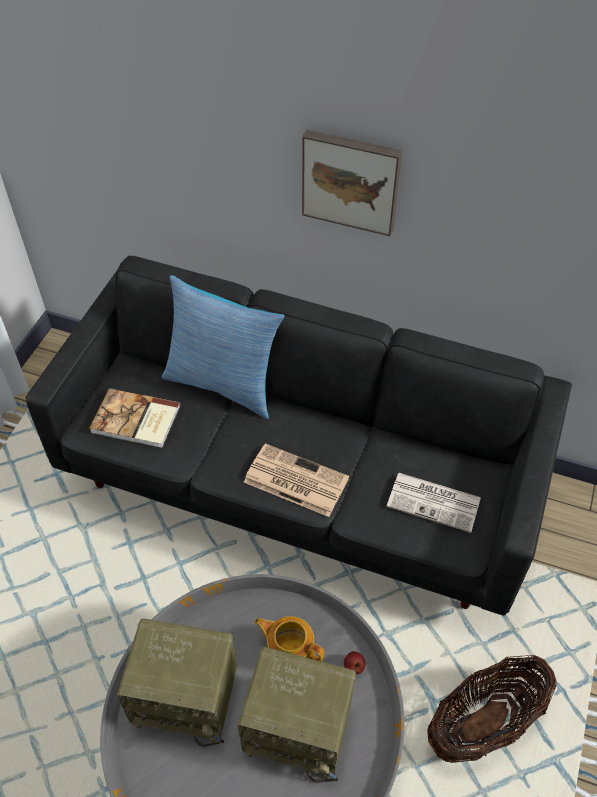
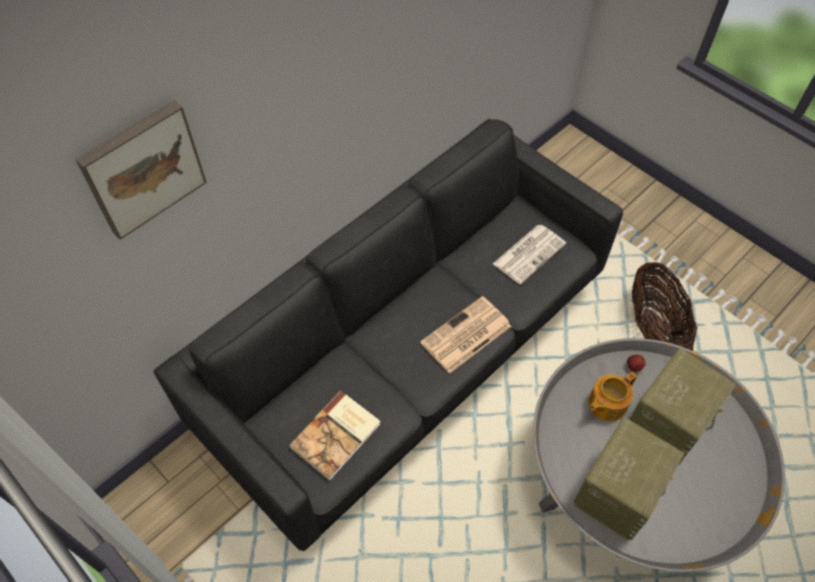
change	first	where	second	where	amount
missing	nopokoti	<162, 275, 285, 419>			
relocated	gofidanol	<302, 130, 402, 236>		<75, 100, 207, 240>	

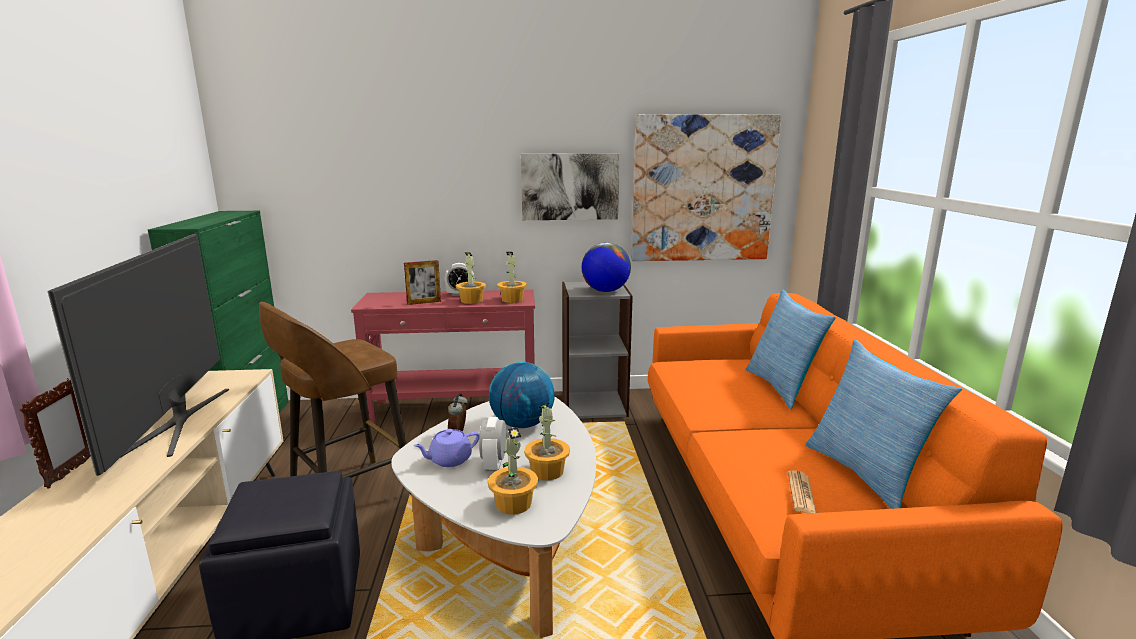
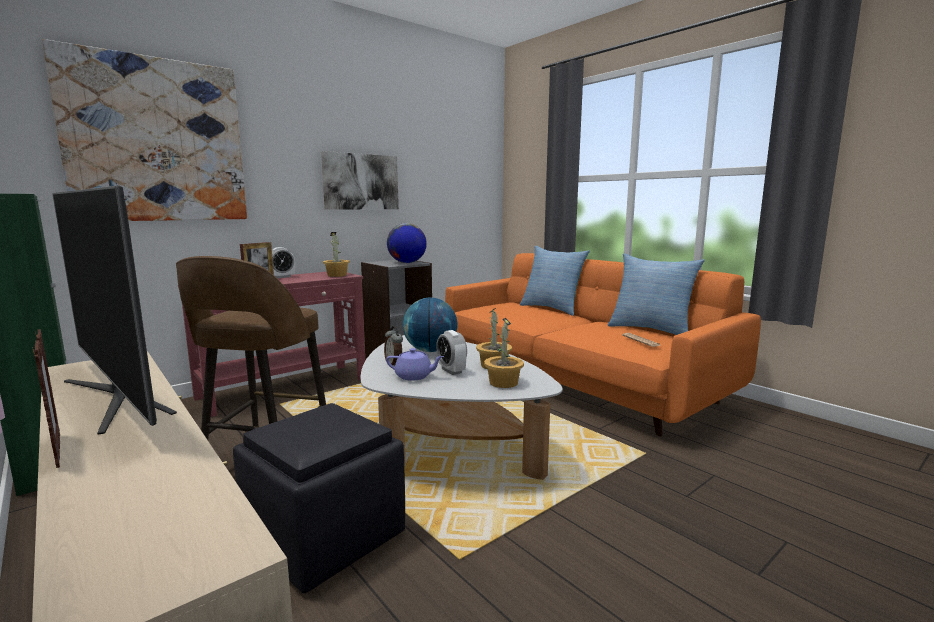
change	first	where	second	where	amount
missing	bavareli	<456, 252, 486, 304>			
relocated	gofidanol	<631, 114, 781, 261>		<42, 39, 247, 221>	
spun	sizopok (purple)	<413, 429, 480, 467>		<386, 348, 444, 381>	105 degrees counterclockwise

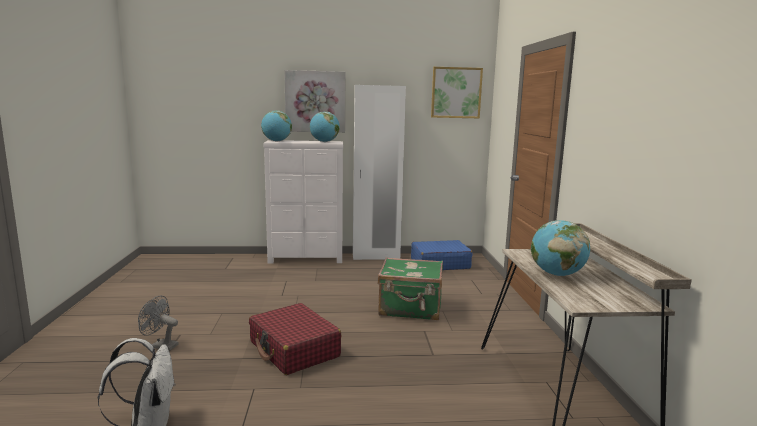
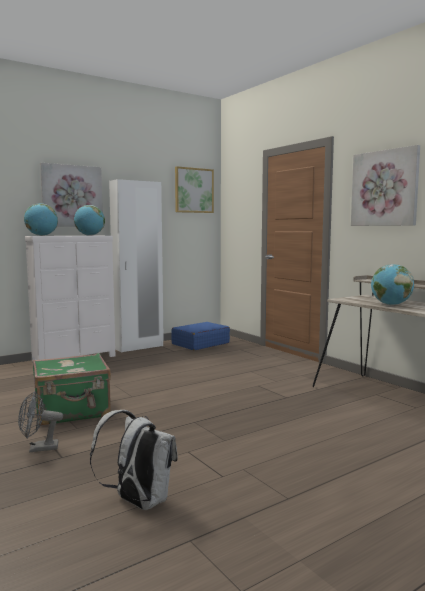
change	first	where	second	where	amount
missing	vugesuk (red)	<249, 303, 342, 375>			
appeared			gofidanol	<351, 145, 420, 226>	
relocated	vugesuk (green)	<378, 257, 443, 320>		<33, 353, 111, 426>	

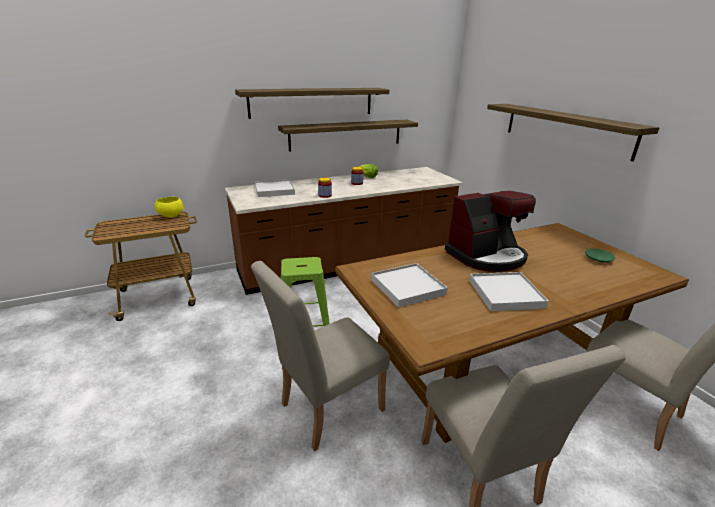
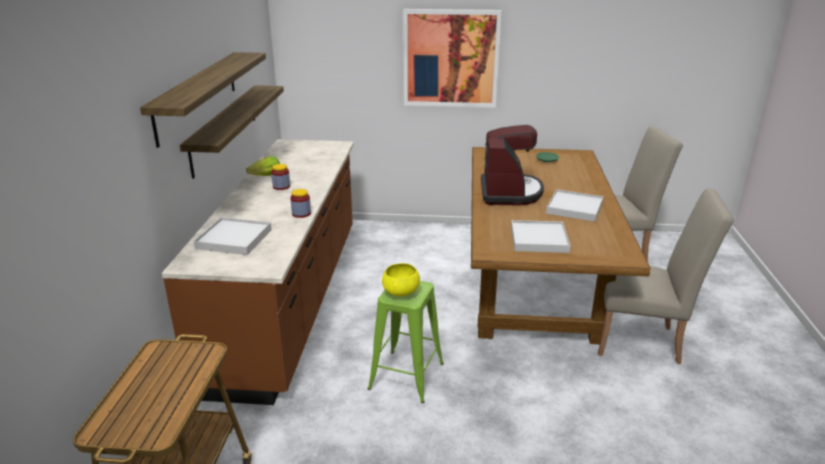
change	first	where	second	where	amount
missing	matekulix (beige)	<251, 261, 390, 451>			
relocated	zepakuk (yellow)	<154, 197, 184, 217>		<382, 263, 420, 297>	
exchanged	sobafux	<487, 104, 659, 161>	gofidanol	<403, 9, 502, 108>	

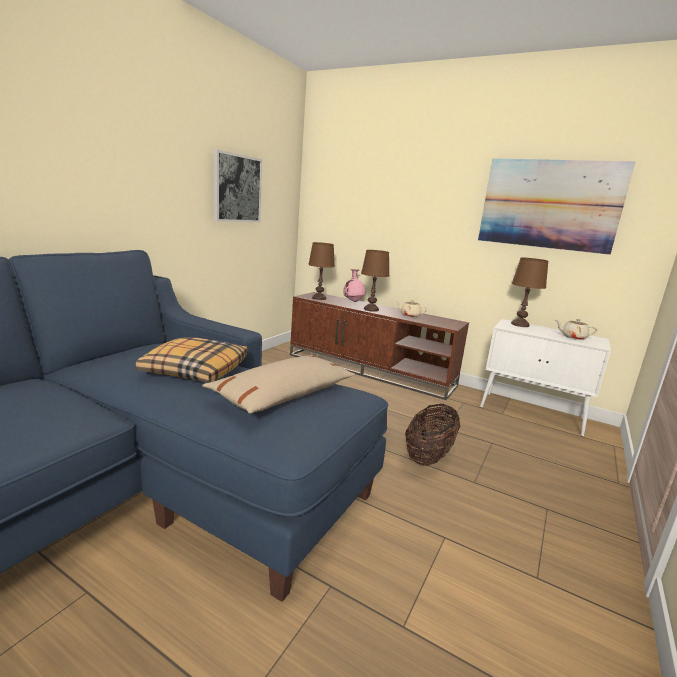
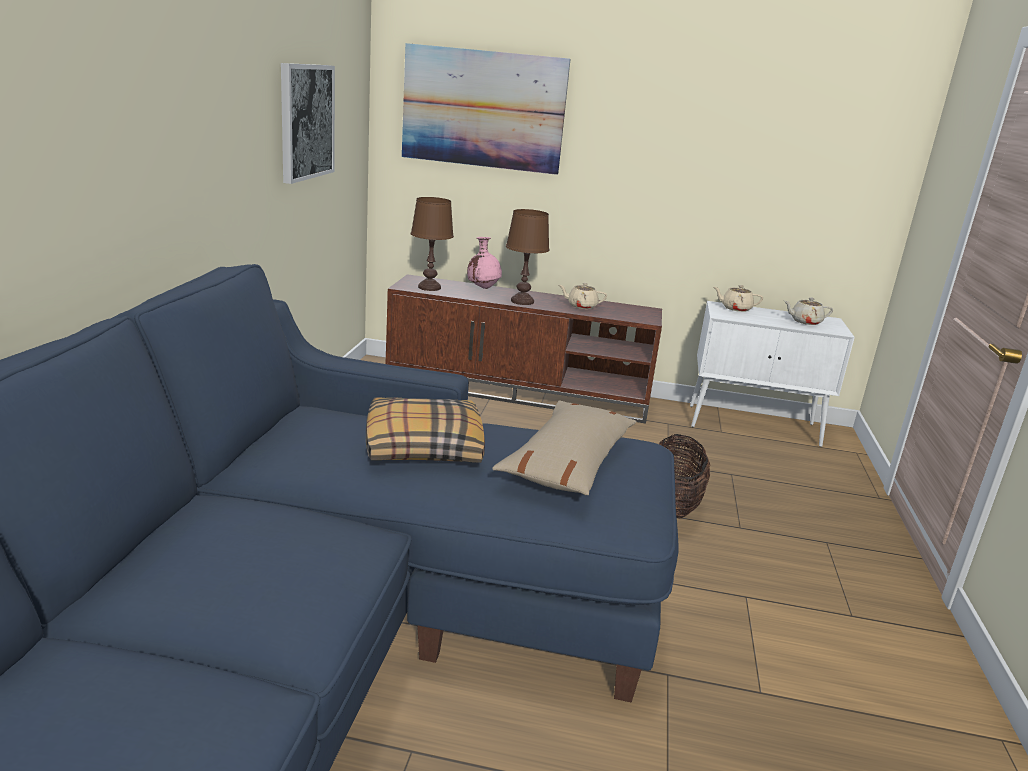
change	first	where	second	where	amount
relocated	gofidanol	<478, 158, 635, 255>		<402, 43, 571, 175>	
exchanged	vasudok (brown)	<511, 257, 549, 327>	sizopok (beige)	<714, 285, 763, 312>	

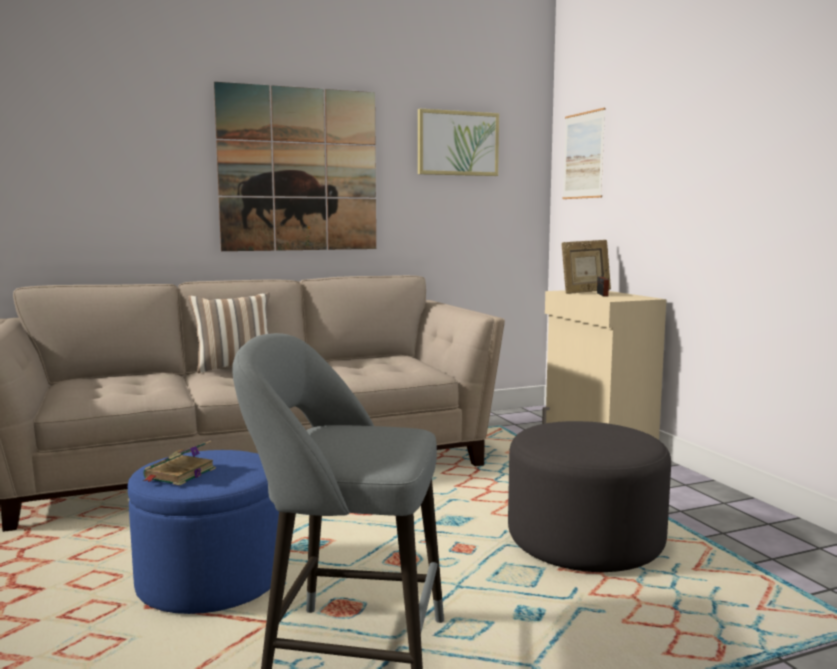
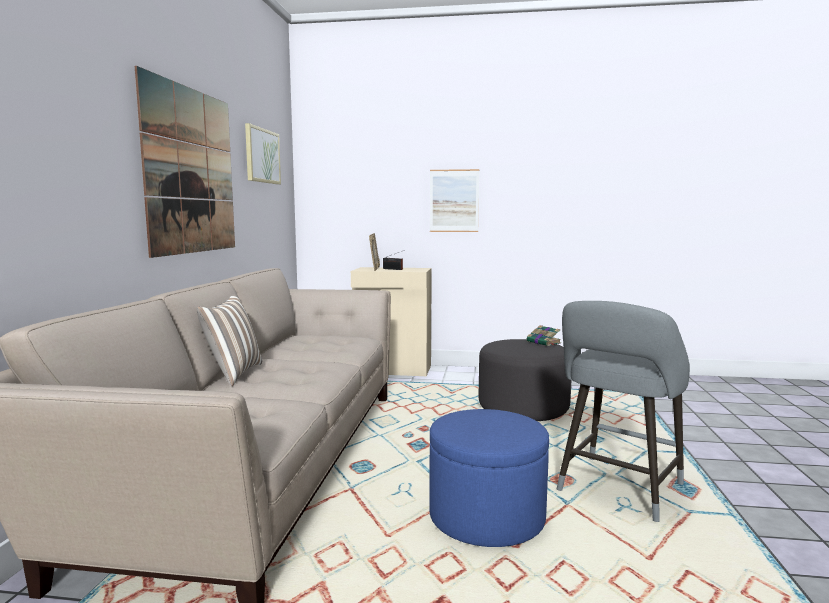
change	first	where	second	where	amount
relocated	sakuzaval	<143, 440, 216, 486>		<527, 325, 561, 346>	
relocated	gofidanol	<563, 108, 606, 199>		<430, 169, 479, 232>	

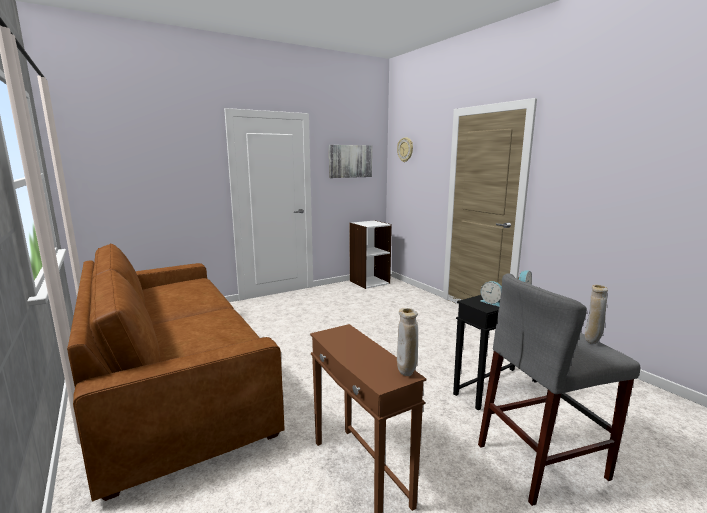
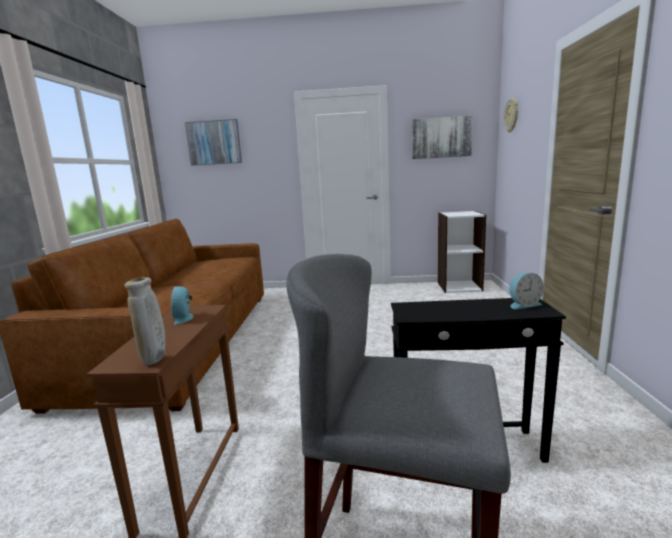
change	first	where	second	where	amount
missing	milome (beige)	<585, 285, 608, 344>			
appeared			gofidanol	<185, 119, 242, 166>	
relocated	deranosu	<480, 281, 502, 306>		<171, 286, 194, 325>	

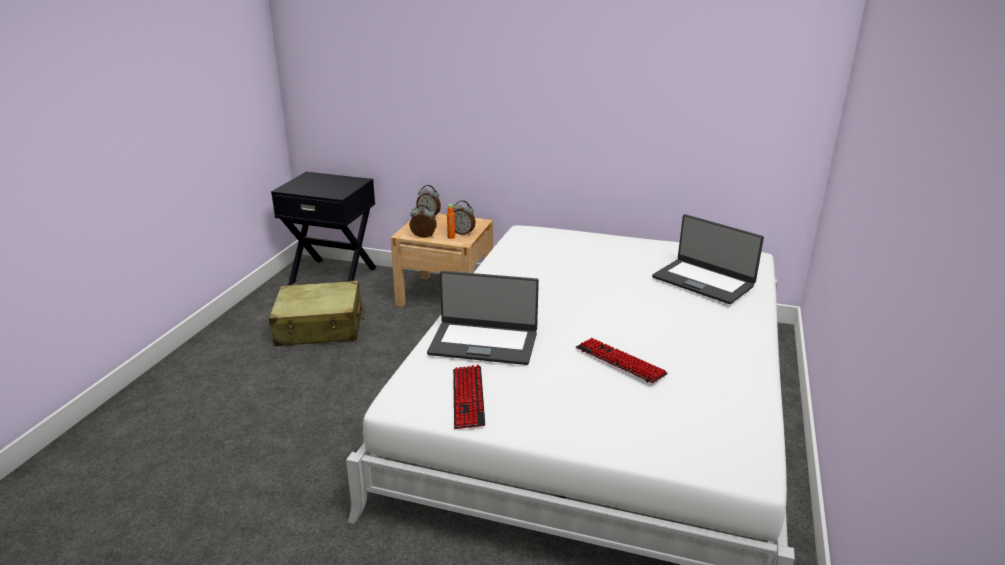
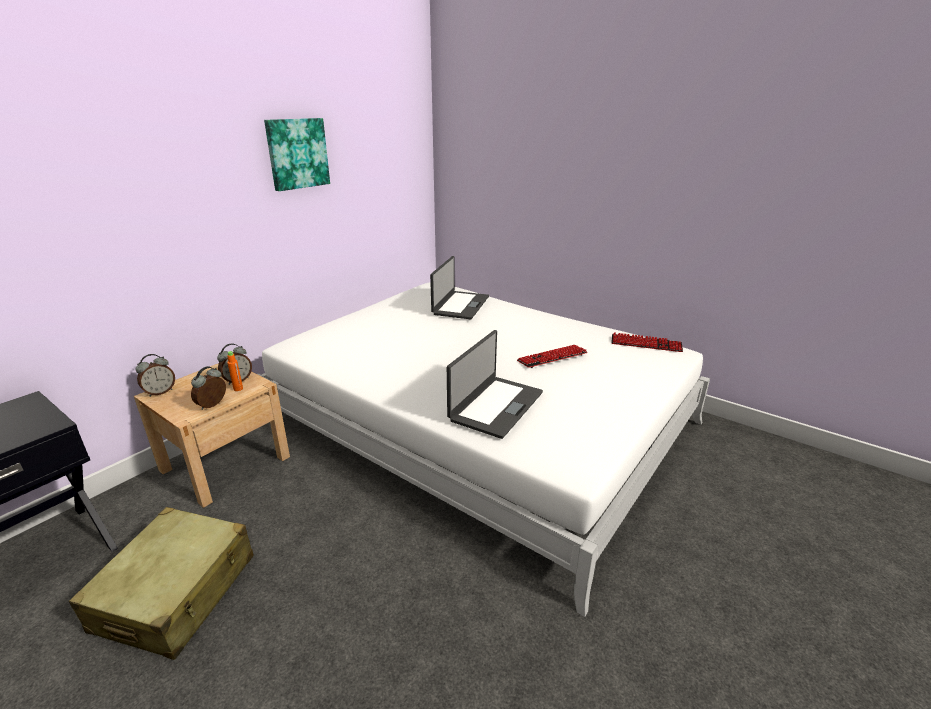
change	first	where	second	where	amount
appeared			gofidanol	<264, 118, 330, 191>	
relocated	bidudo	<453, 365, 485, 429>		<611, 332, 683, 352>	
spun	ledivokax	<652, 214, 764, 304>		<430, 256, 489, 319>	45 degrees counterclockwise

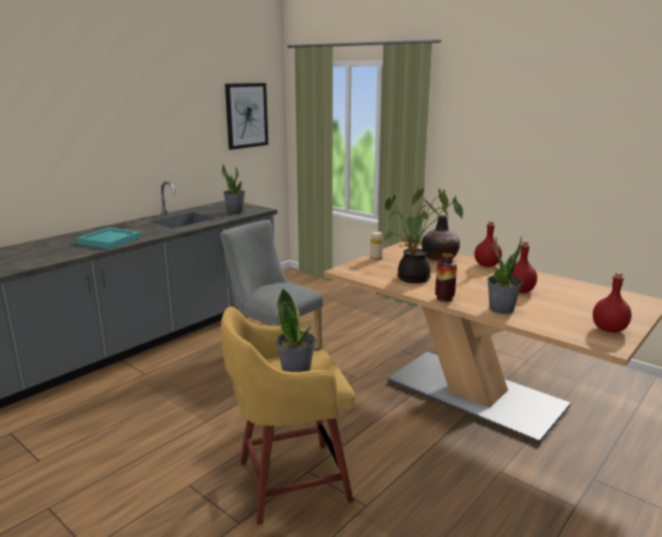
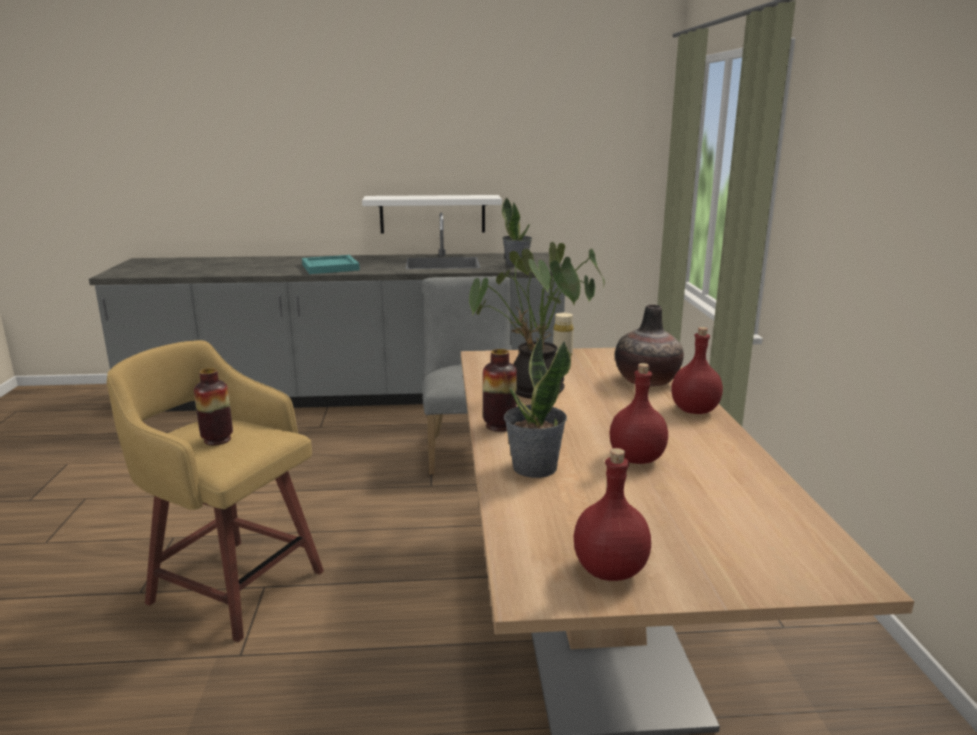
change	first	where	second	where	amount
missing	gofidanol	<225, 83, 268, 150>			
appeared			sobafux (white)	<362, 195, 502, 234>	
exchanged	bavareli	<276, 288, 316, 372>	milome	<194, 368, 233, 445>	

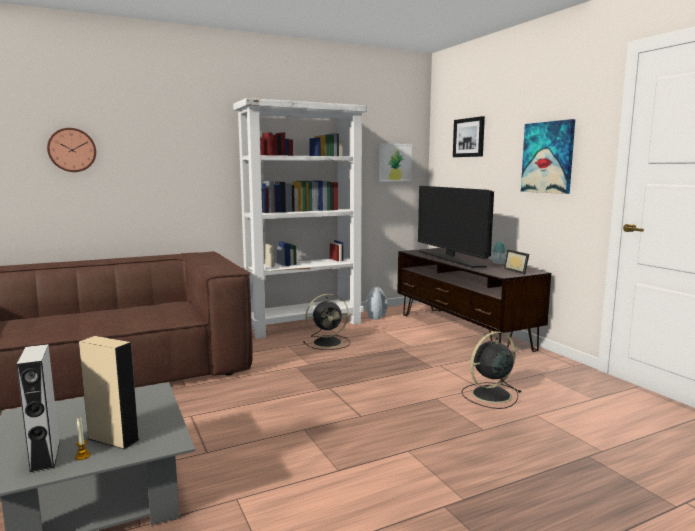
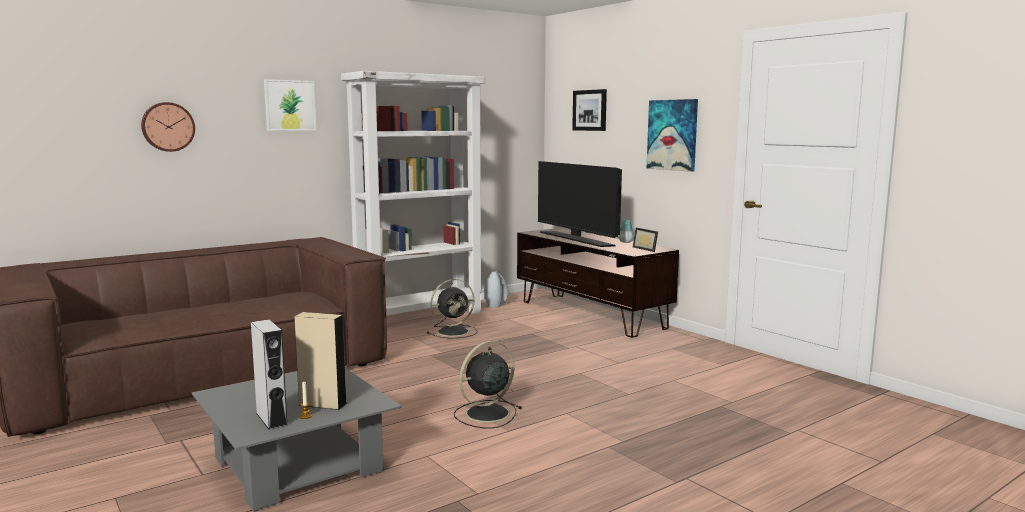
change	first	where	second	where	amount
relocated	gofidanol	<379, 143, 412, 181>		<264, 79, 316, 131>	
relocated	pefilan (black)	<461, 331, 521, 409>		<454, 341, 522, 429>	

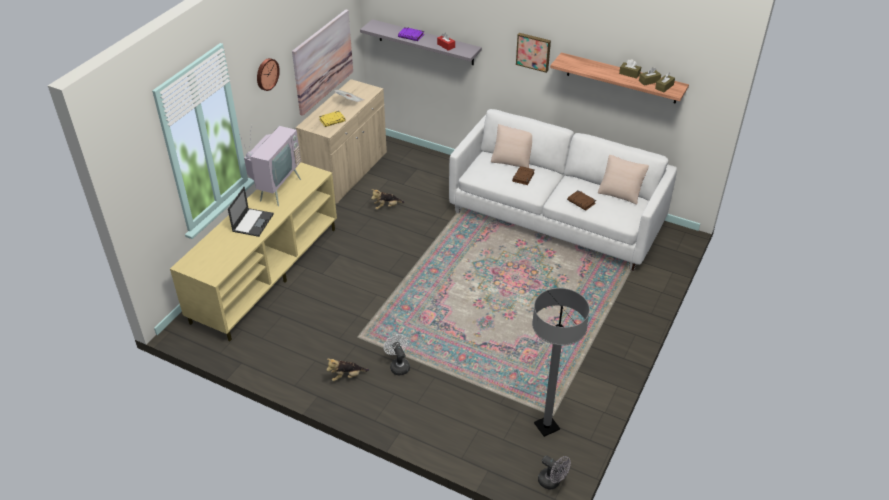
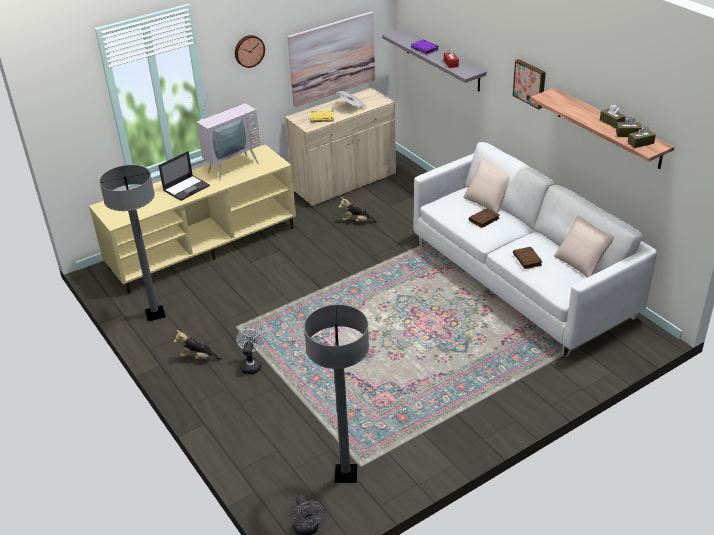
change	first	where	second	where	amount
appeared			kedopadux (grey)	<99, 165, 166, 321>	

